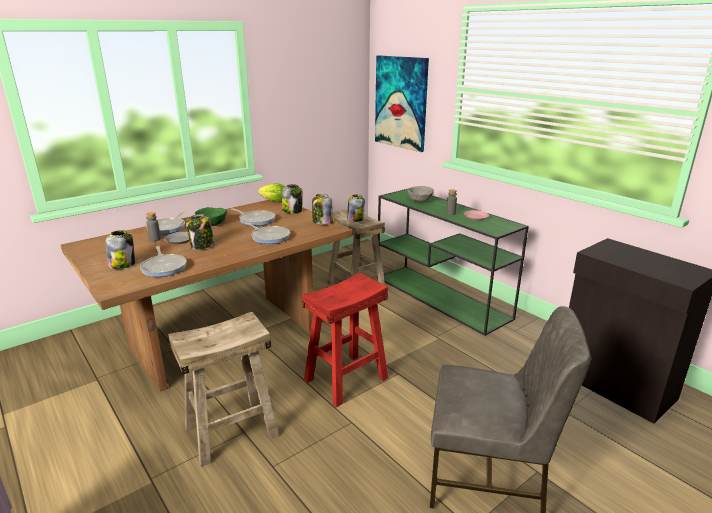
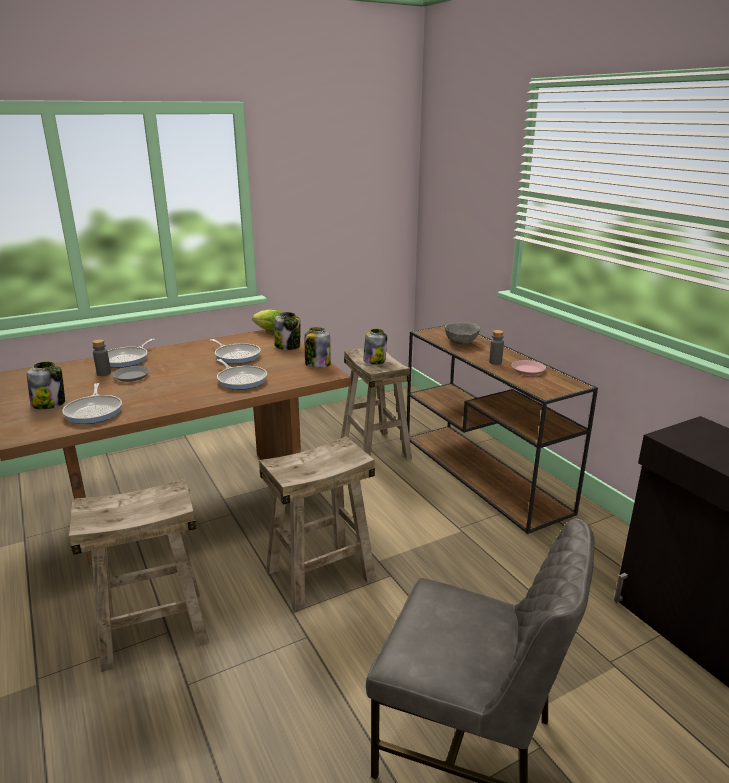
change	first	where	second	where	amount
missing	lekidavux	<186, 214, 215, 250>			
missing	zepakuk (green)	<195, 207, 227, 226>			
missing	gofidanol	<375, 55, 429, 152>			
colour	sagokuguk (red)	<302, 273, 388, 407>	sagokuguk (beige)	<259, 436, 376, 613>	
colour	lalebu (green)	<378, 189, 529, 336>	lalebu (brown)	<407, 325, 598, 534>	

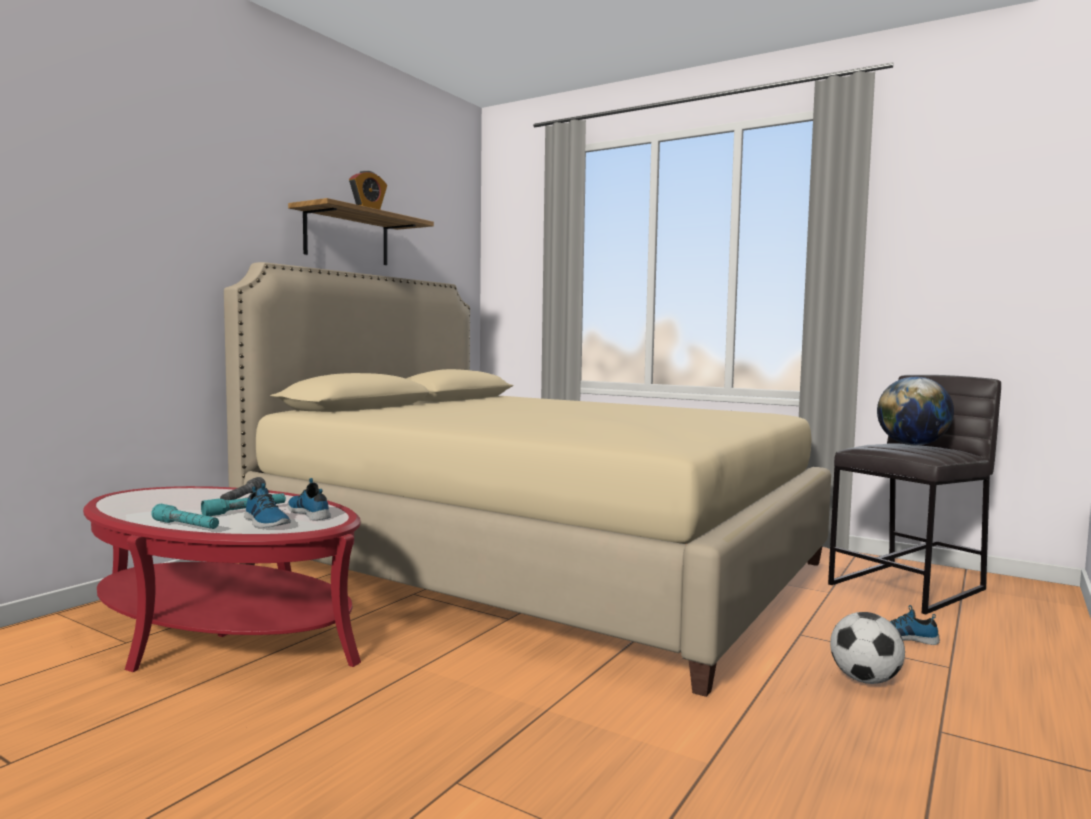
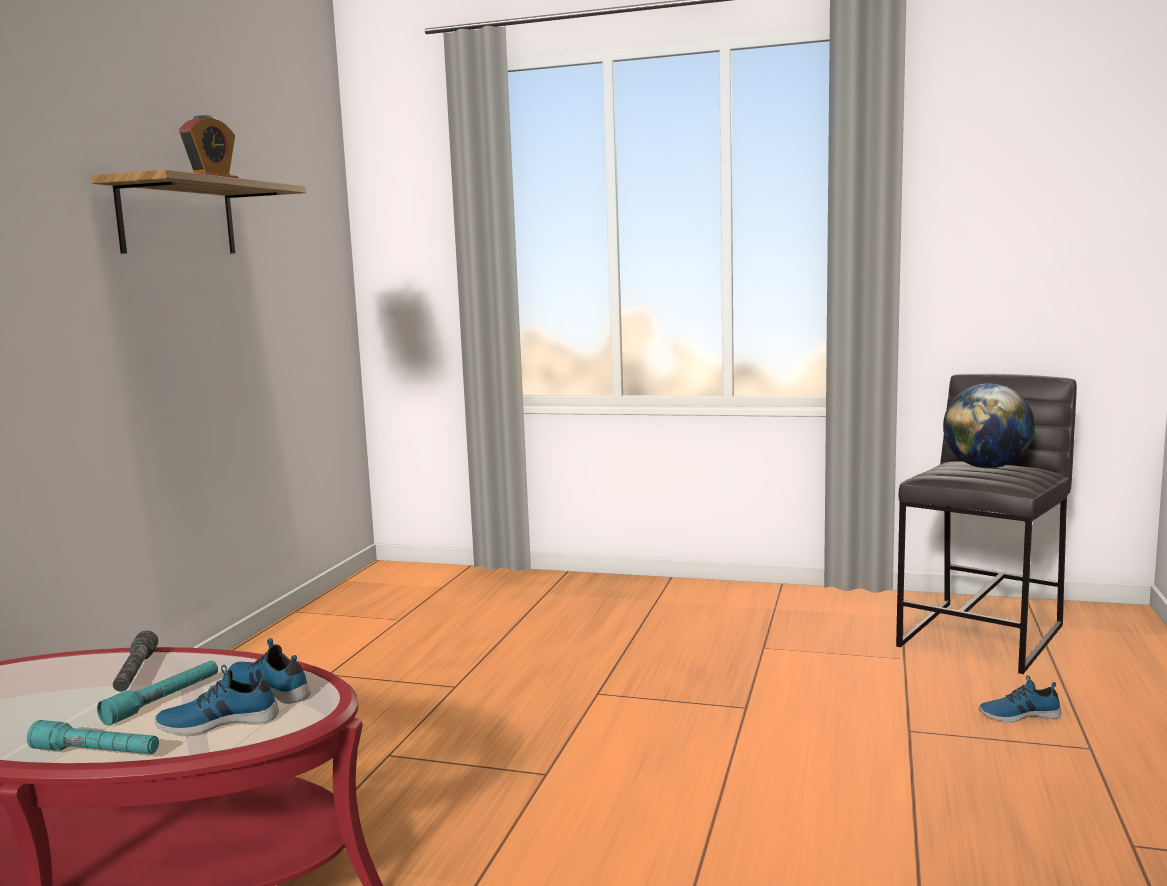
change	first	where	second	where	amount
missing	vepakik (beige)	<224, 262, 831, 697>			
missing	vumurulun	<830, 612, 905, 684>			
spun	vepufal	<244, 483, 291, 528>		<155, 665, 279, 735>	135 degrees clockwise

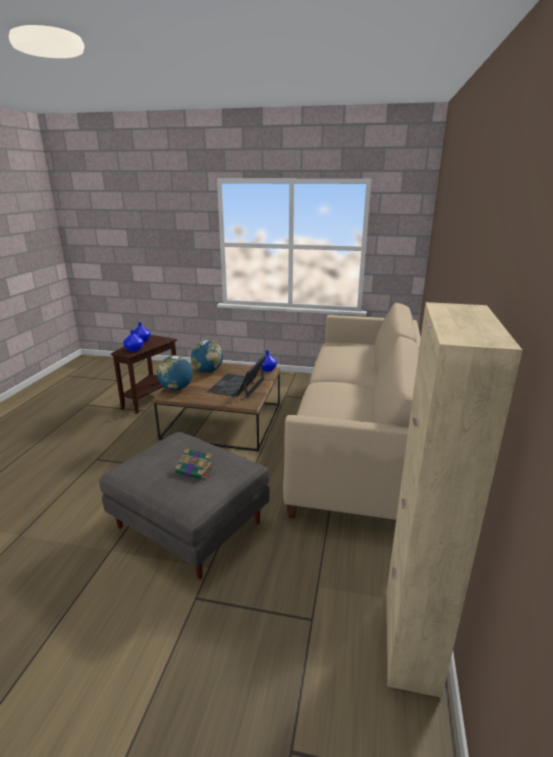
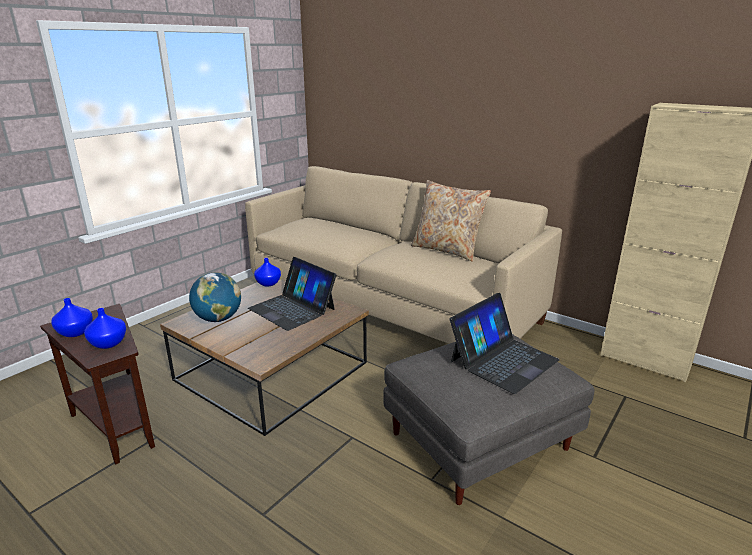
change	first	where	second	where	amount
missing	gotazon	<157, 355, 193, 390>			
appeared			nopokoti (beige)	<411, 180, 491, 262>	
exchanged	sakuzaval	<175, 448, 214, 479>	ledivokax	<450, 293, 560, 394>	

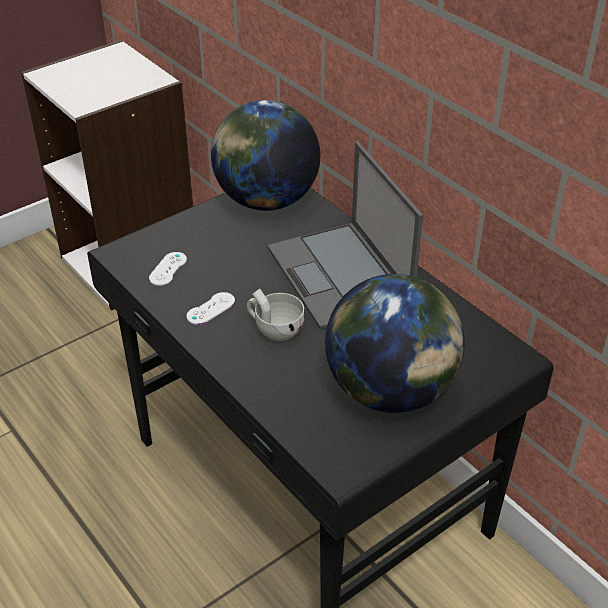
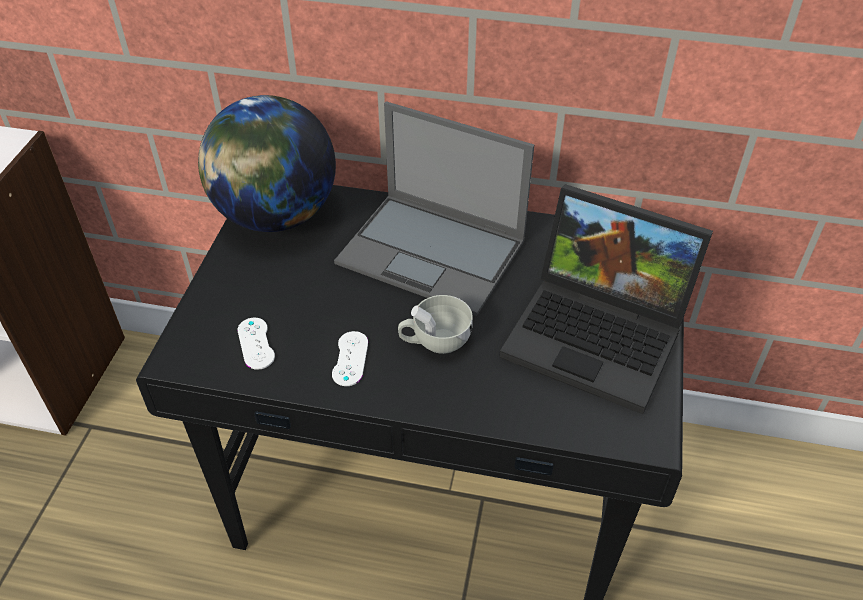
change	first	where	second	where	amount
exchanged	gotazon	<325, 274, 465, 413>	ledivokax	<499, 184, 713, 414>	

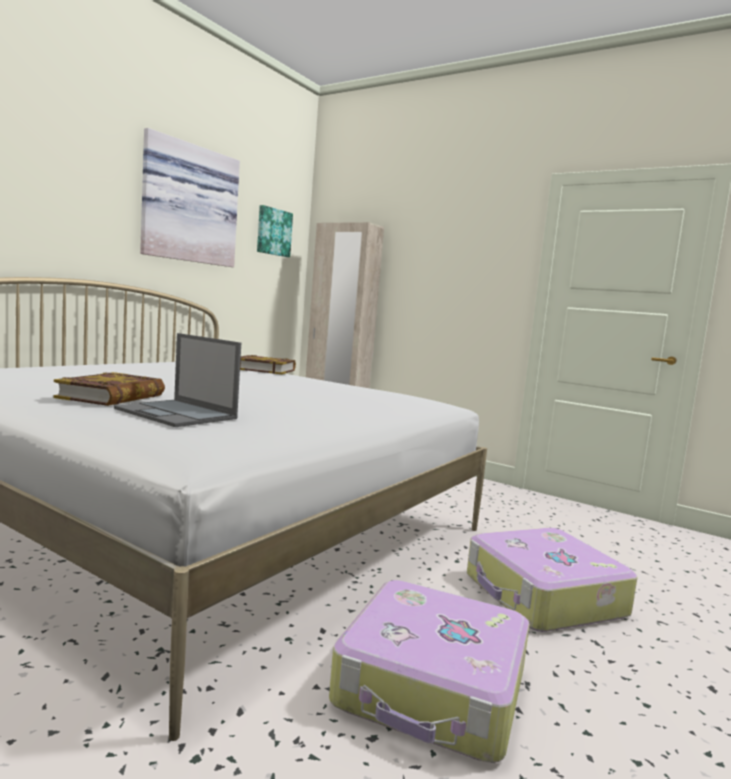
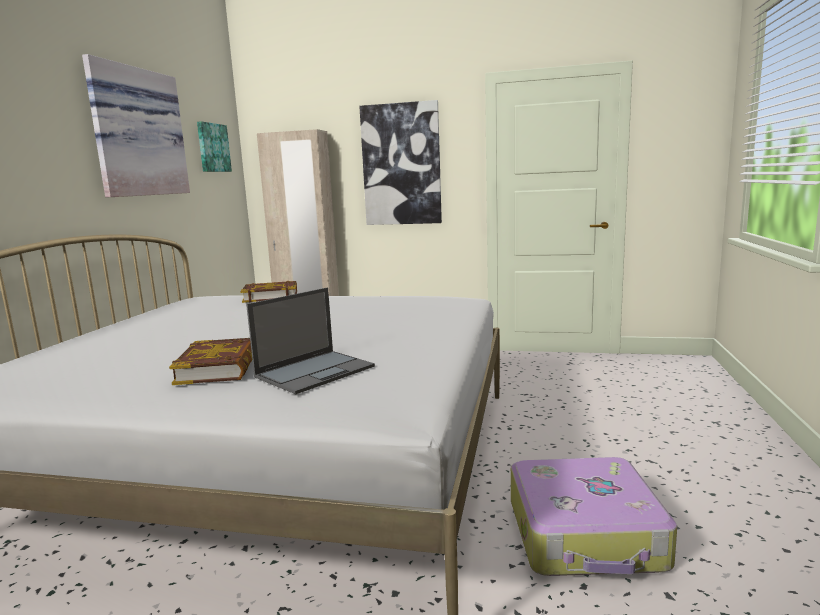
change	first	where	second	where	amount
missing	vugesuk	<467, 528, 638, 632>			
appeared			gofidanol	<359, 100, 442, 225>	
spun	ledivokax	<114, 333, 241, 427>		<246, 288, 375, 394>	60 degrees counterclockwise

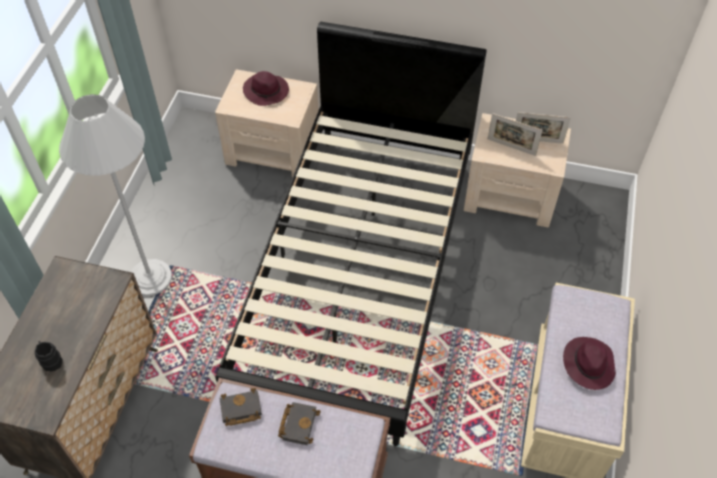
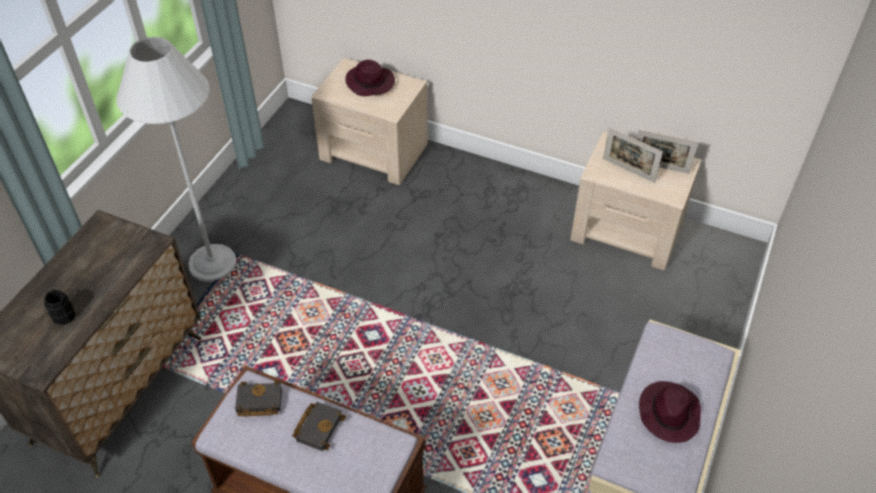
change	first	where	second	where	amount
missing	vepakik (black)	<216, 22, 487, 447>			

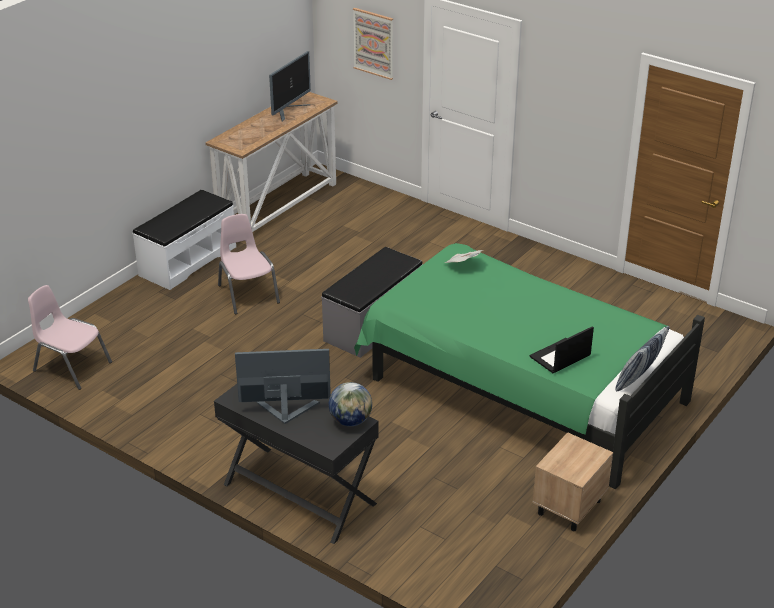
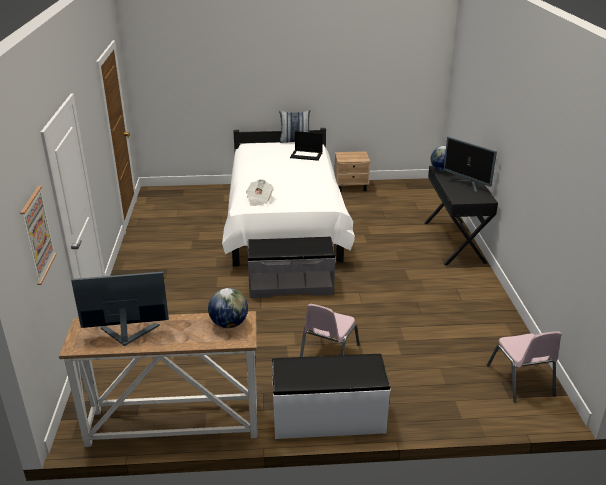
change	first	where	second	where	amount
appeared			gotazon	<208, 288, 248, 328>	
colour	vepakik (green)	<354, 243, 705, 489>	vepakik (white)	<222, 128, 355, 266>	

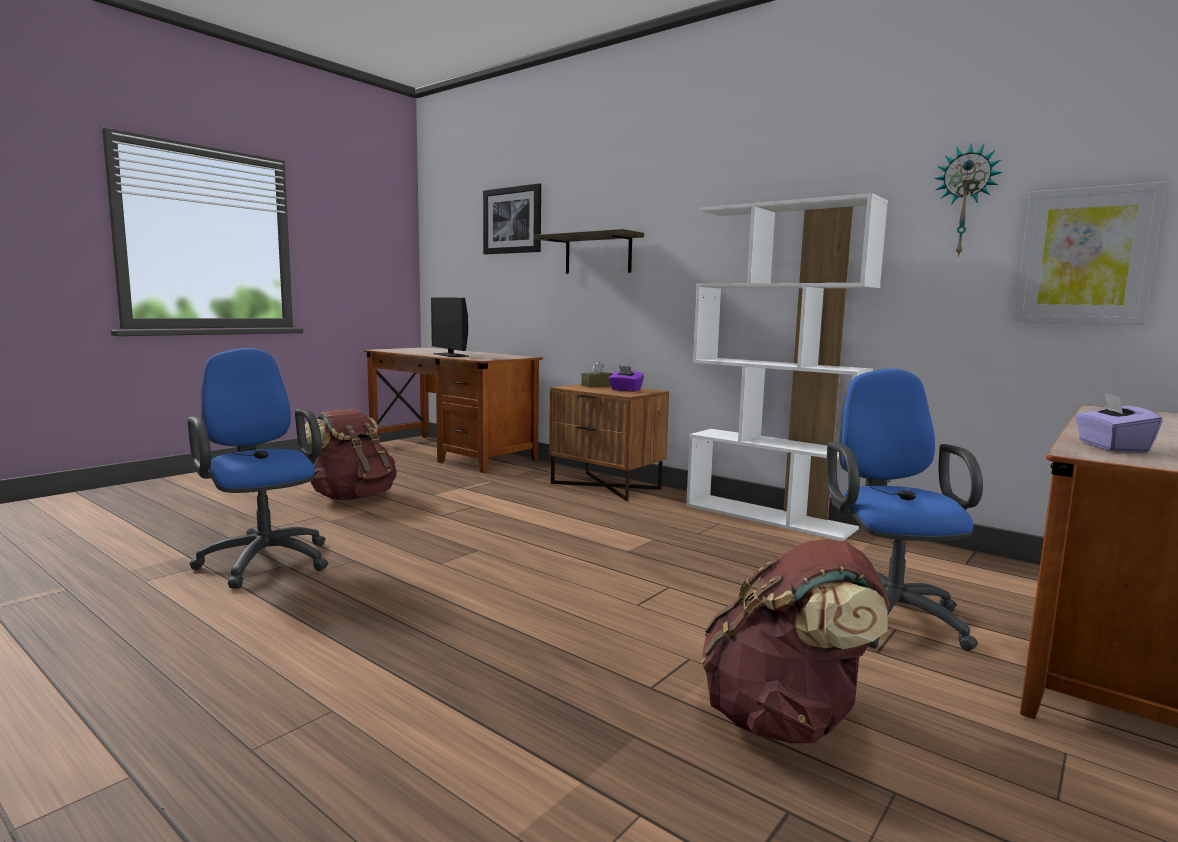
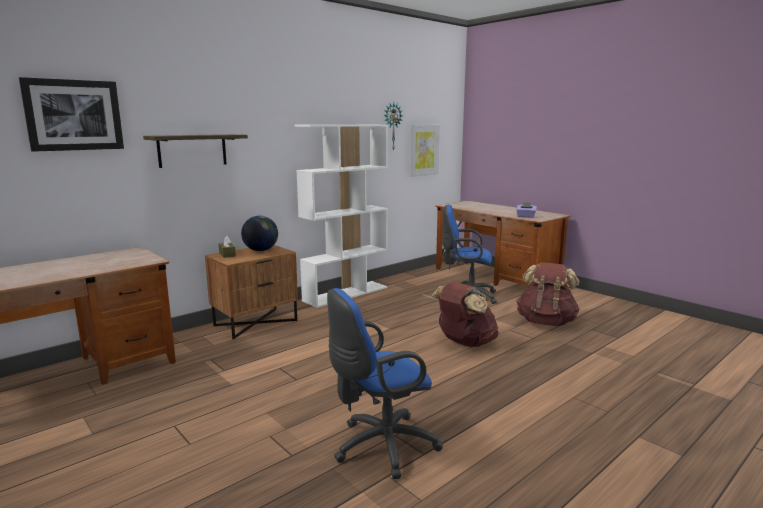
change	first	where	second	where	amount
missing	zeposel	<431, 298, 469, 357>			
relocated	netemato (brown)	<305, 409, 397, 500>		<431, 282, 499, 347>	
exchanged	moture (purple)	<609, 366, 644, 392>	gotazon	<241, 216, 278, 251>	

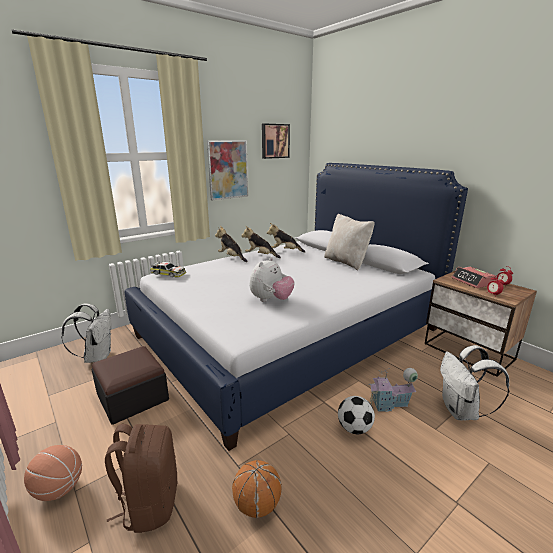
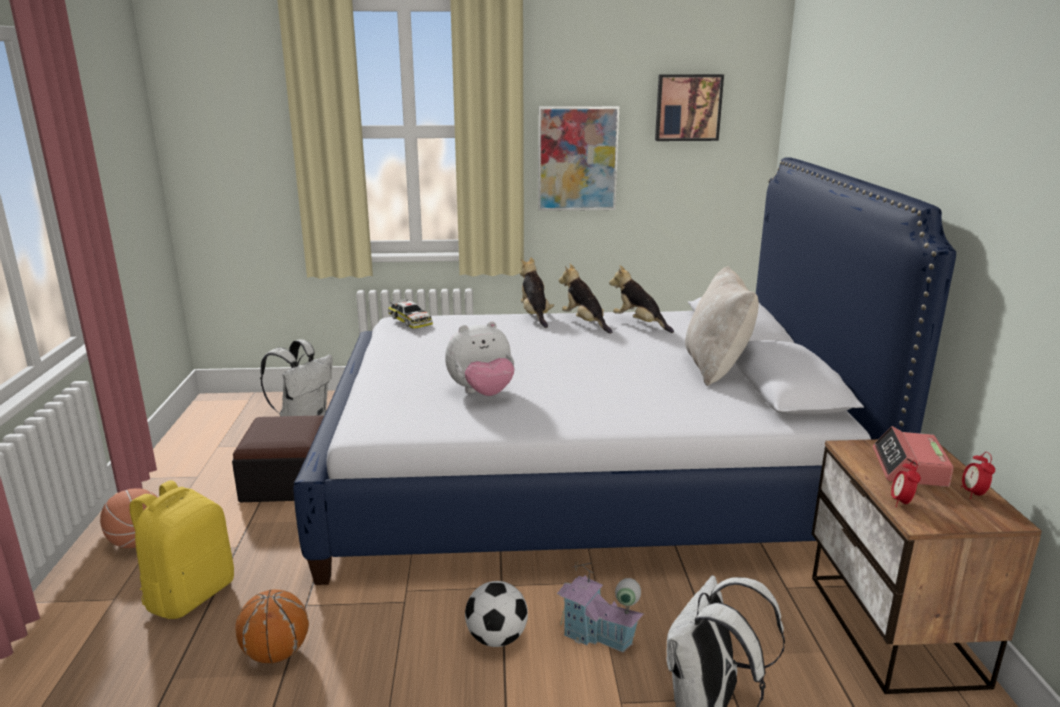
change	first	where	second	where	amount
colour	netemato (brown)	<105, 424, 178, 533>	netemato (yellow)	<130, 480, 234, 619>	

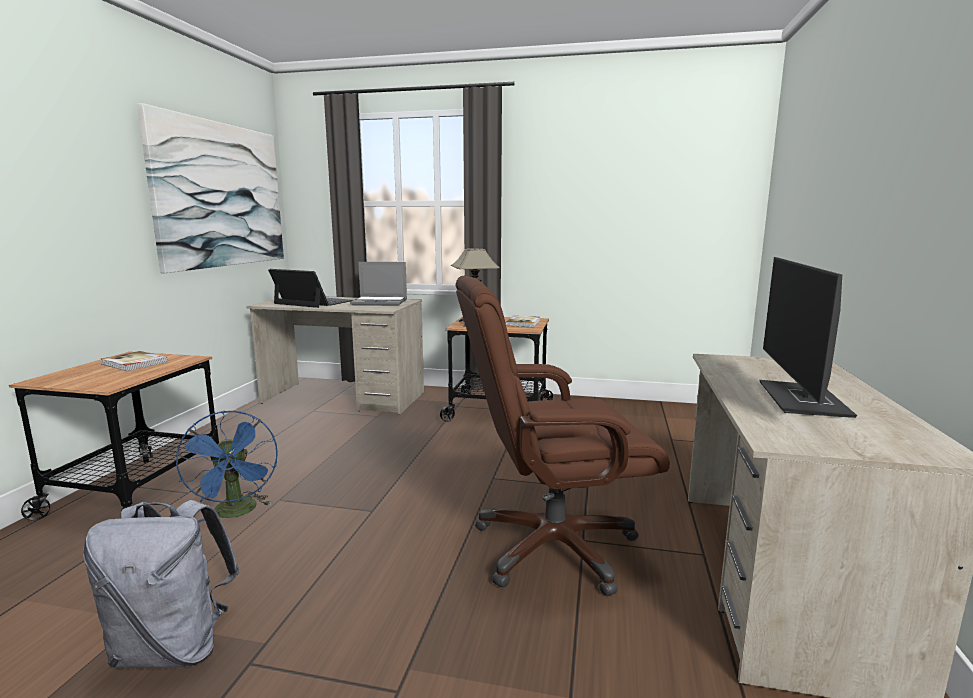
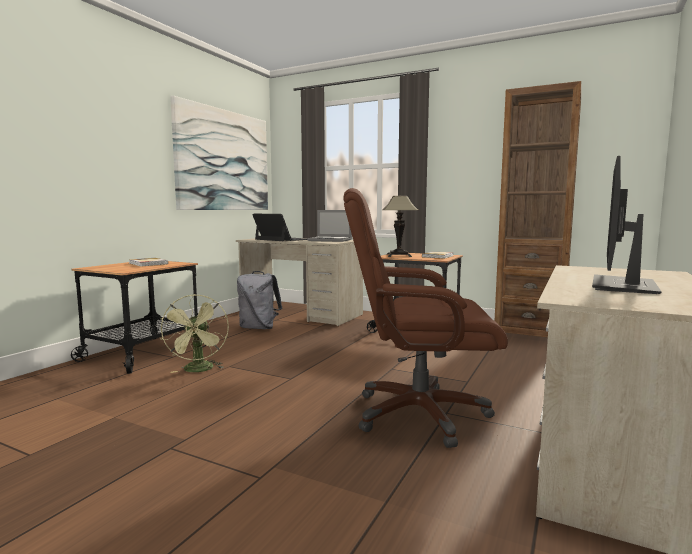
change	first	where	second	where	amount
appeared			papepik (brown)	<495, 81, 582, 337>	
relocated	netemato (grey)	<83, 500, 240, 668>		<237, 271, 282, 329>	
colour	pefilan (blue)	<176, 411, 278, 523>	pefilan (green)	<160, 294, 229, 373>	

